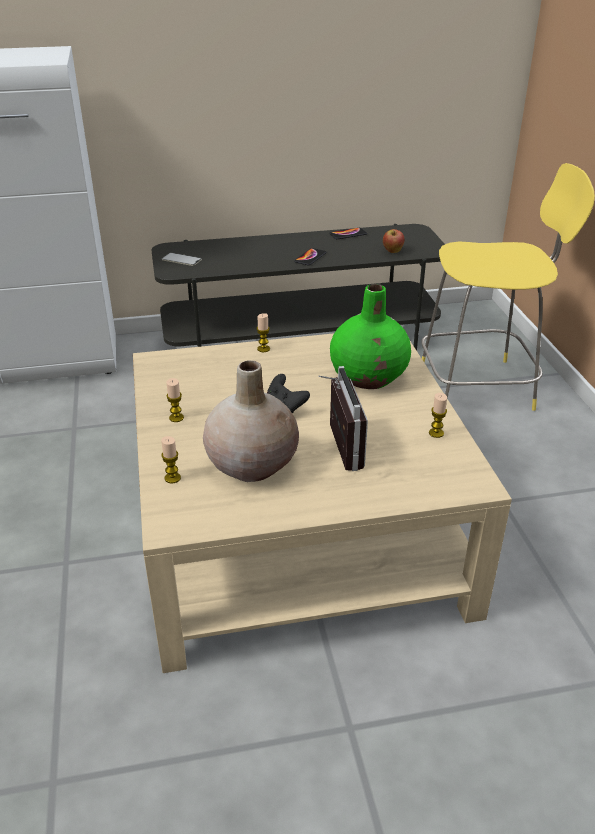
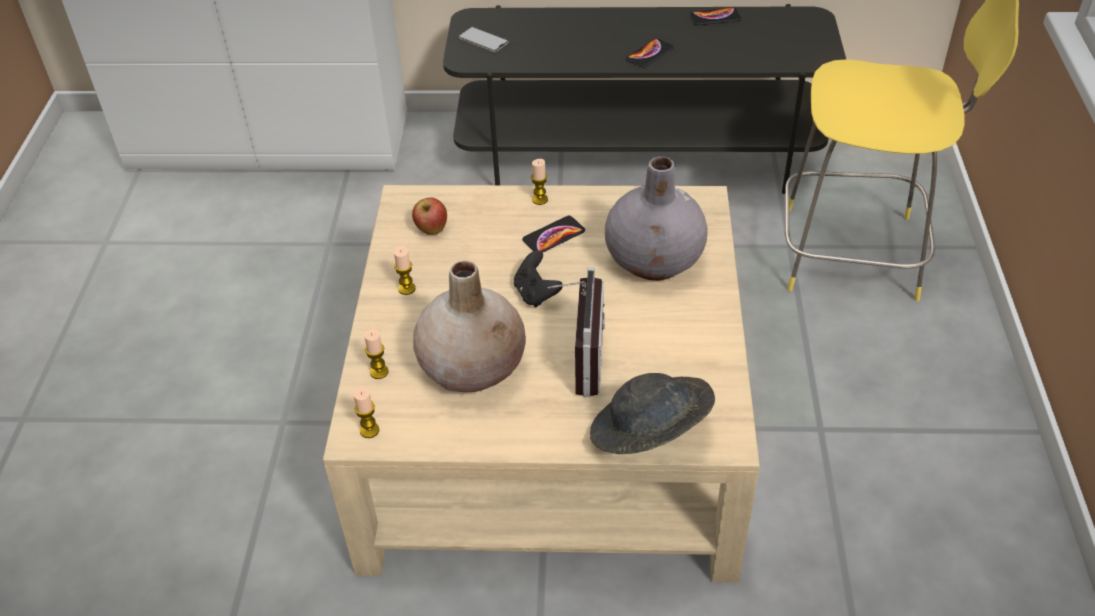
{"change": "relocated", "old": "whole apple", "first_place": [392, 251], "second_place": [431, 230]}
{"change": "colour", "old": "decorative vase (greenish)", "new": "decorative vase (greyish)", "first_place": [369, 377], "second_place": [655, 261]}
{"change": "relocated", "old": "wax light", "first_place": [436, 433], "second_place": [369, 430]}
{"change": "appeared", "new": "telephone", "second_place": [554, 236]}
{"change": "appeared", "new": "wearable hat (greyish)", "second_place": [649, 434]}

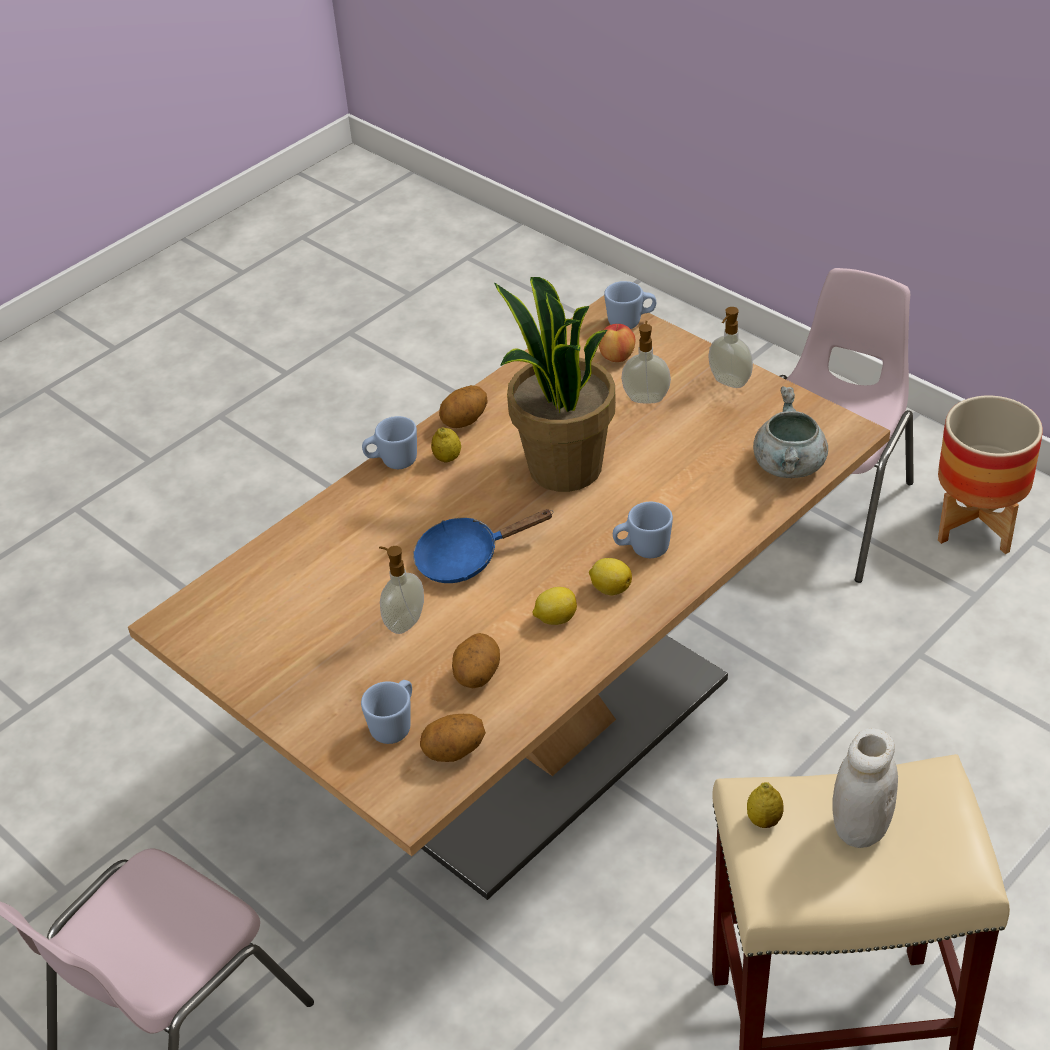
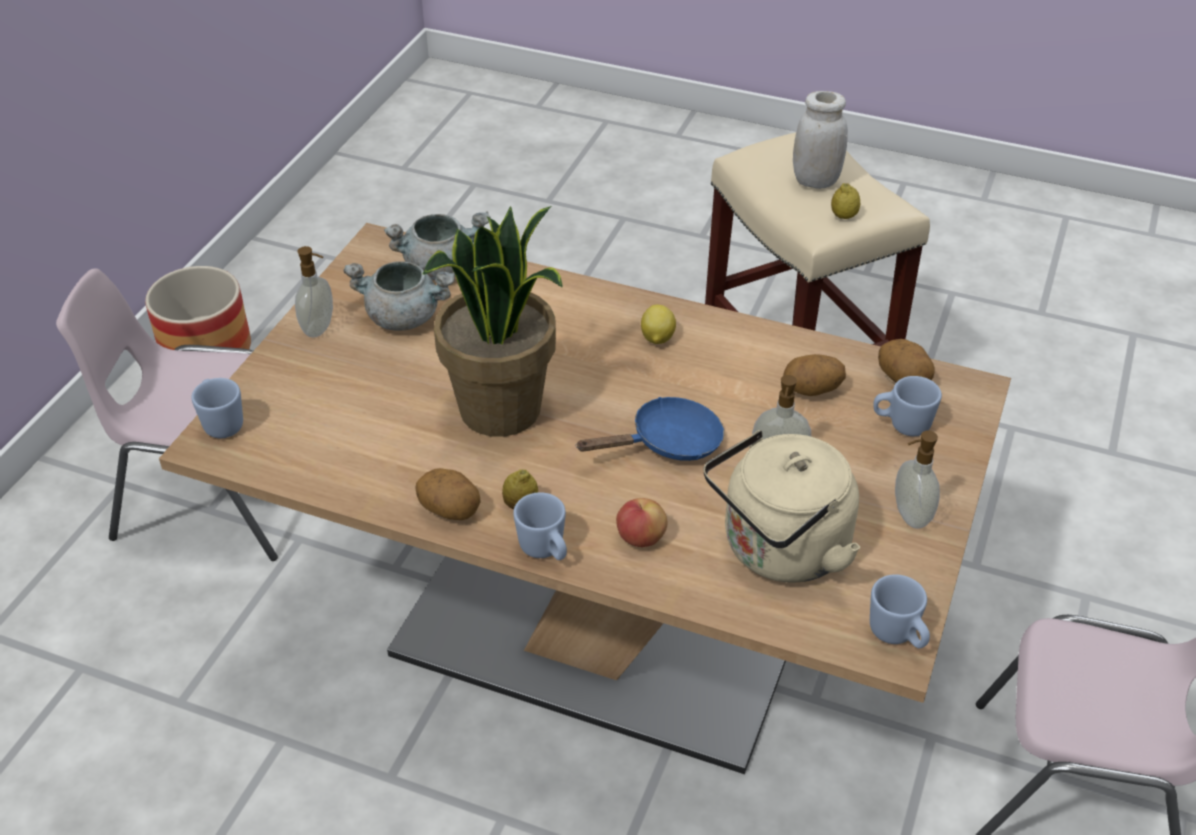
{"change": "relocated", "old": "soap dispenser", "first_place": [646, 398], "second_place": [909, 515]}
{"change": "relocated", "old": "whole apple", "first_place": [617, 357], "second_place": [640, 538]}
{"change": "relocated", "old": "mug (bluish)", "first_place": [642, 549], "second_place": [897, 636]}
{"change": "spun", "old": "frying pan (bluish)", "first_place": [466, 558], "second_place": [668, 443], "degrees": -75}
{"change": "missing", "old": "lemon", "first_place": [555, 618]}
{"change": "appeared", "new": "cooking pot (greyish)", "second_place": [405, 317]}
{"change": "appeared", "new": "tea kettle (sand-coloured)", "second_place": [779, 551]}

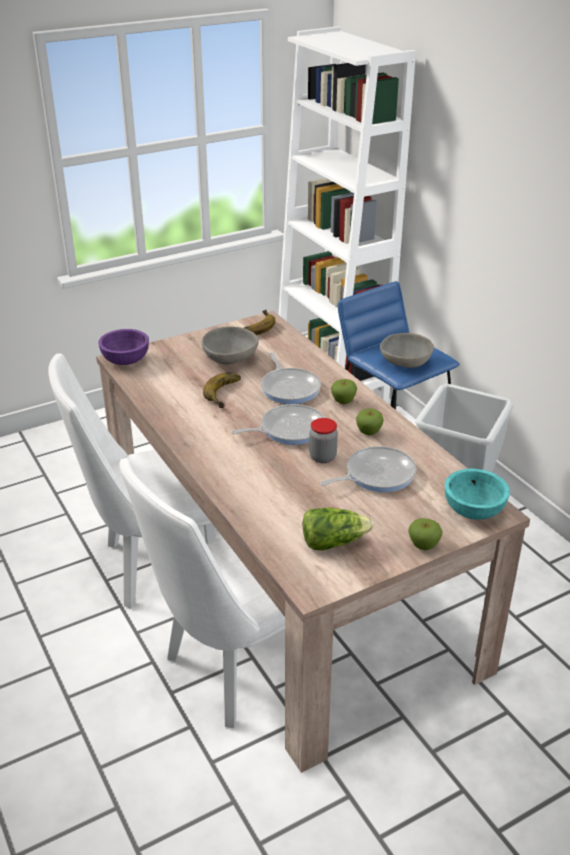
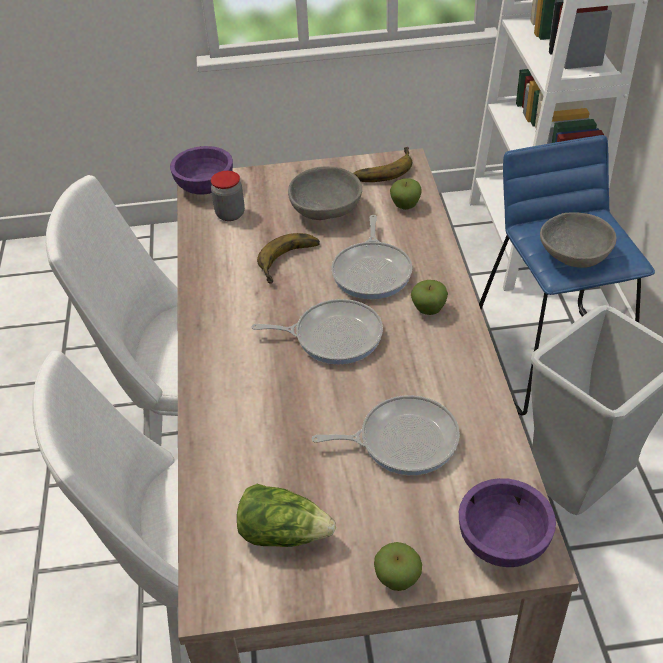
{"change": "relocated", "old": "whole apple", "first_place": [368, 432], "second_place": [405, 206]}
{"change": "relocated", "old": "preserve jar", "first_place": [322, 457], "second_place": [230, 214]}
{"change": "colour", "old": "bowl (turquoise)", "new": "bowl (purple-coloured)", "first_place": [473, 510], "second_place": [503, 541]}

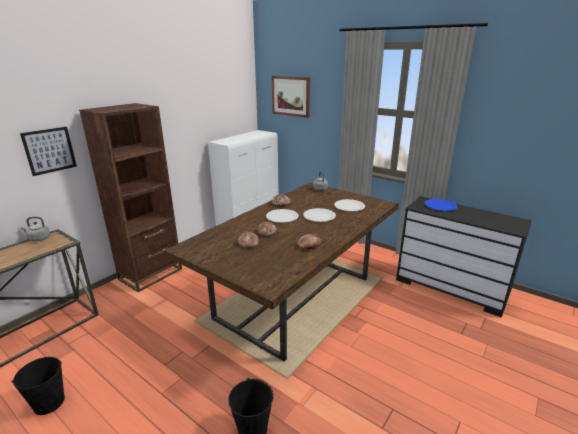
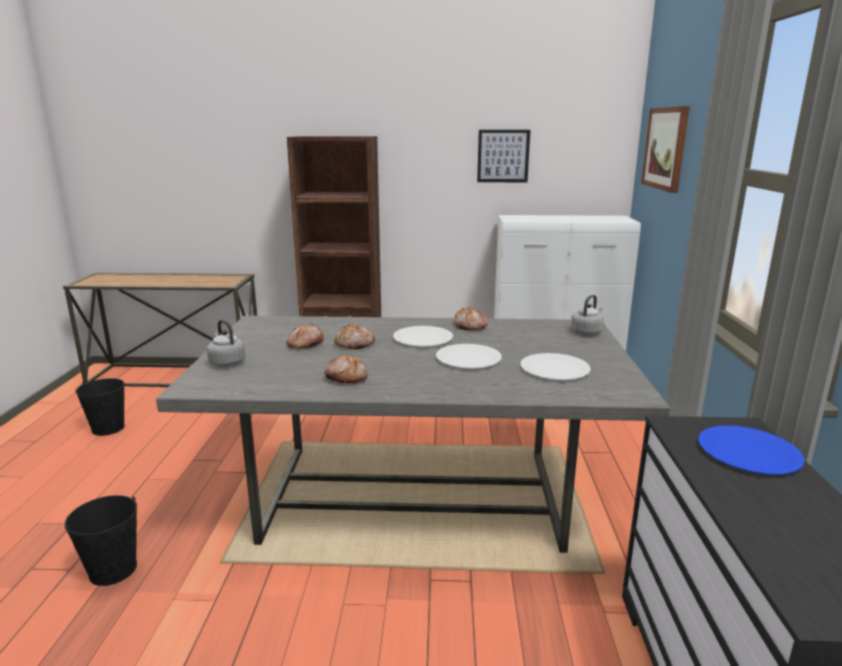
{"change": "relocated", "old": "wall picture", "first_place": [49, 150], "second_place": [503, 156]}
{"change": "colour", "old": "kitchen table (brownish)", "new": "kitchen table (greyish)", "first_place": [296, 297], "second_place": [417, 496]}
{"change": "relocated", "old": "tea kettle (greyish)", "first_place": [38, 238], "second_place": [226, 362]}

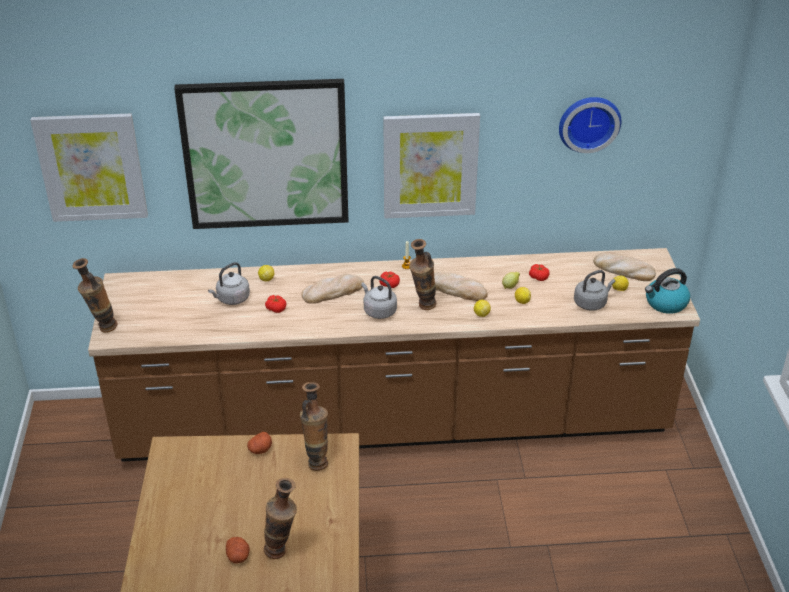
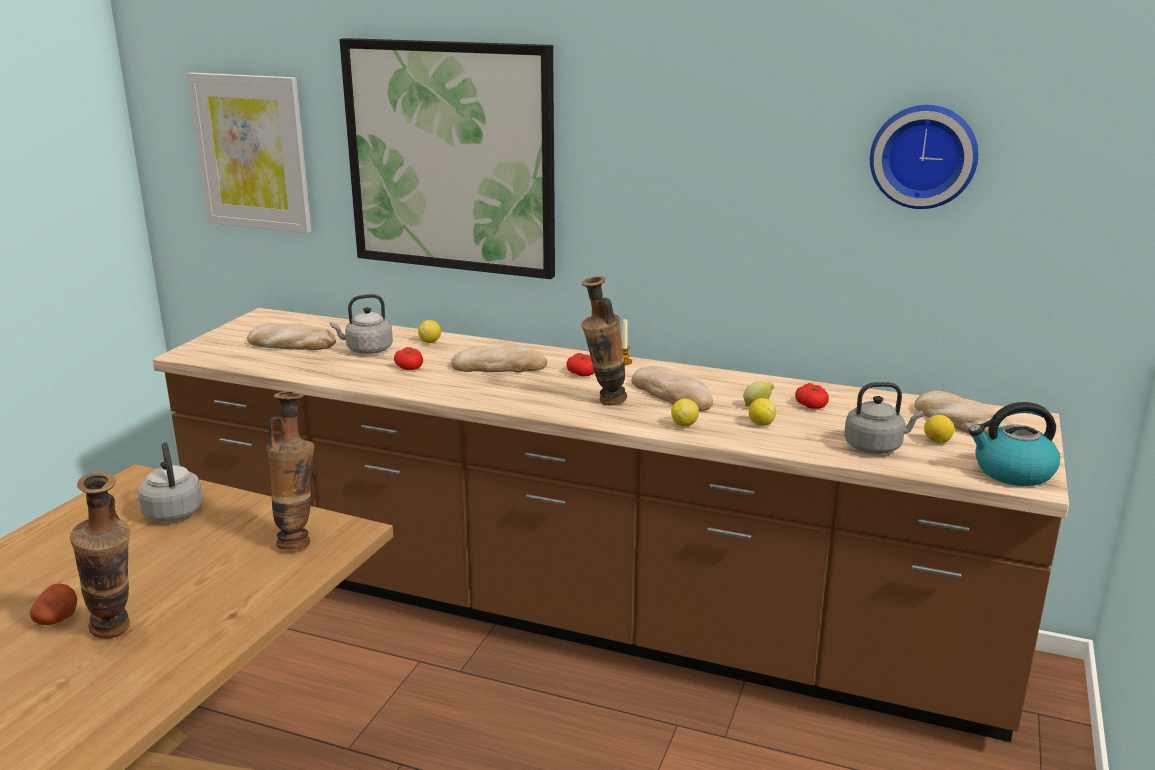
{"change": "missing", "old": "wall picture", "first_place": [430, 165]}
{"change": "missing", "old": "decorative vase", "first_place": [102, 329]}
{"change": "relocated", "old": "tea kettle (greyish)", "first_place": [378, 311], "second_place": [173, 511]}
{"change": "missing", "old": "whole potato", "first_place": [260, 449]}
{"change": "appeared", "new": "bread", "second_place": [291, 344]}

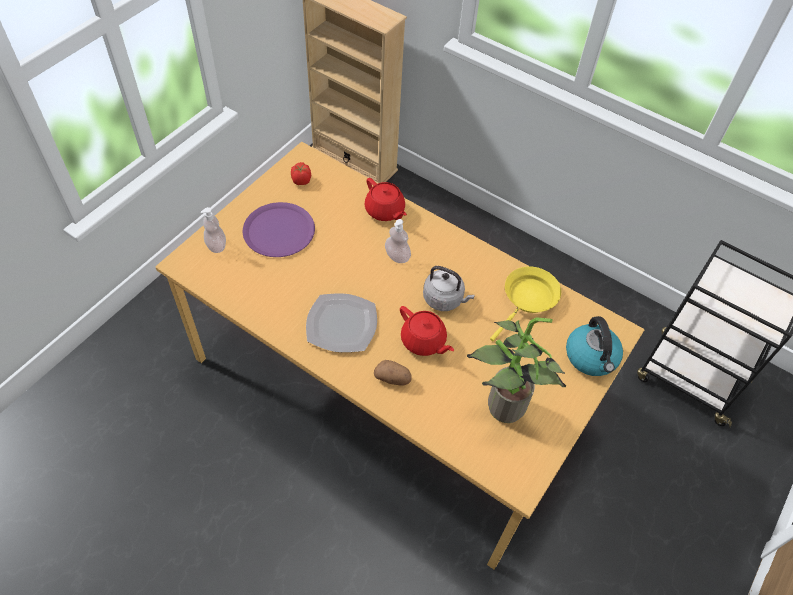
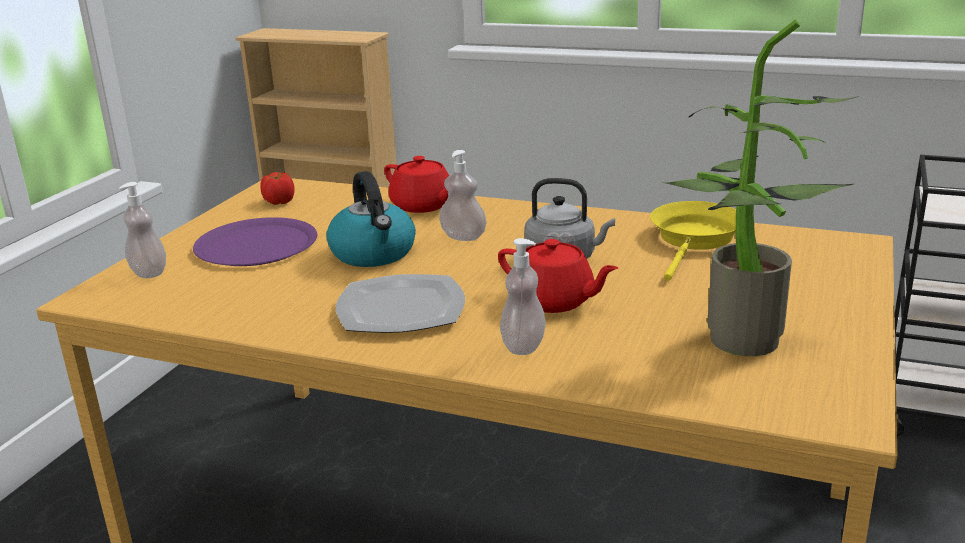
{"change": "relocated", "old": "tea kettle", "first_place": [591, 357], "second_place": [374, 254]}
{"change": "exchanged", "old": "whole potato", "new": "soap dispenser", "first_place": [393, 378], "second_place": [523, 346]}

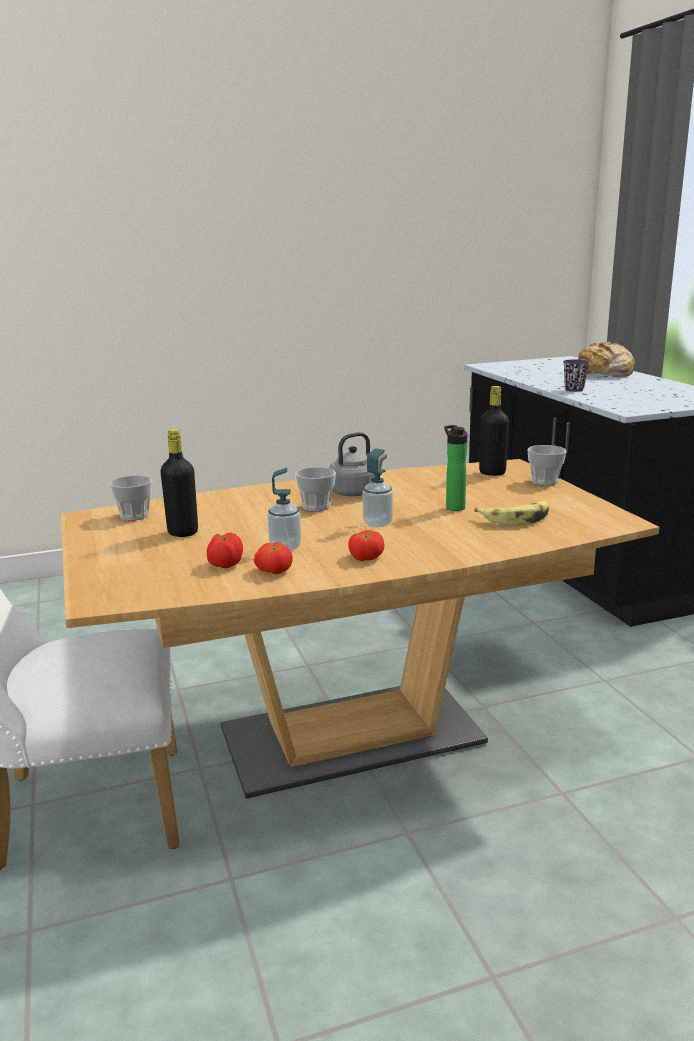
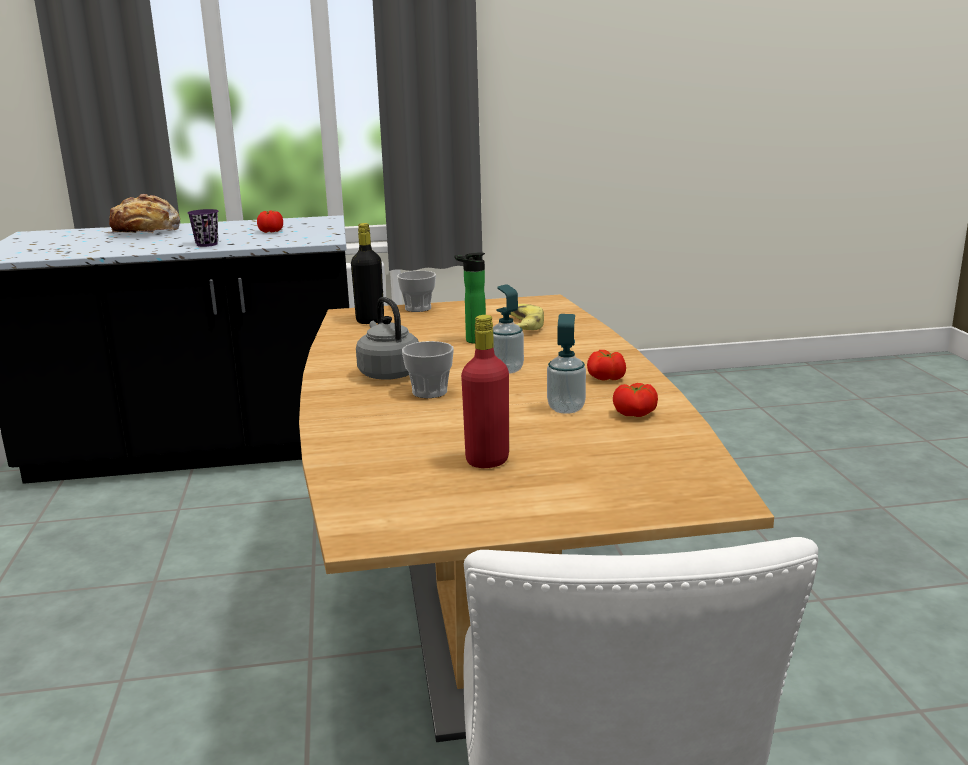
{"change": "colour", "old": "beverage bottle (black)", "new": "beverage bottle (reddish)", "first_place": [183, 532], "second_place": [487, 460]}
{"change": "missing", "old": "cup", "first_place": [134, 516]}
{"change": "relocated", "old": "fresh tomato", "first_place": [225, 565], "second_place": [271, 232]}

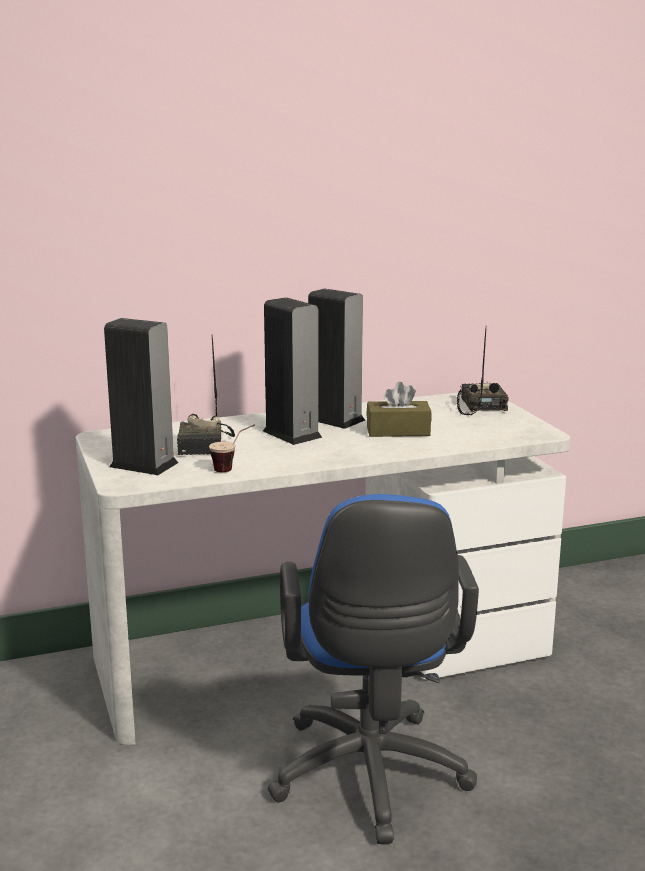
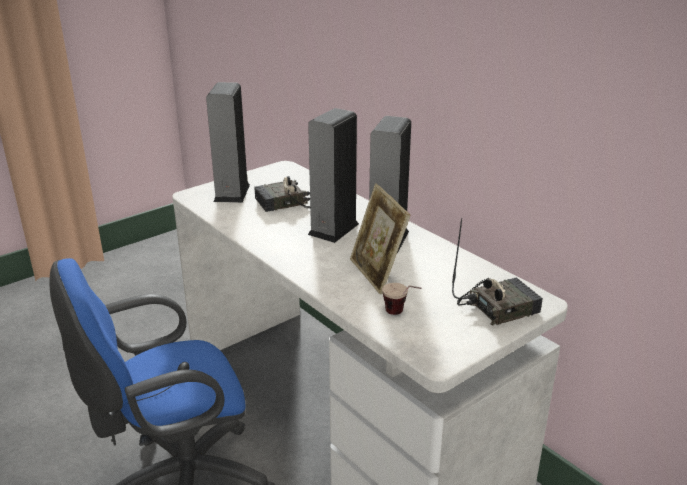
{"change": "exchanged", "old": "tissue box (brownish)", "new": "standing frame", "first_place": [398, 431], "second_place": [377, 274]}
{"change": "relocated", "old": "cup", "first_place": [233, 468], "second_place": [401, 315]}

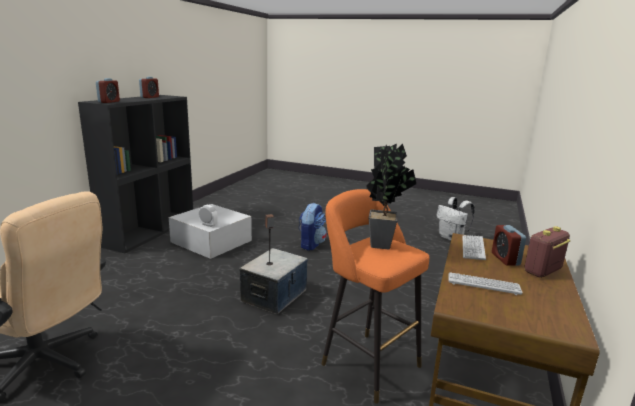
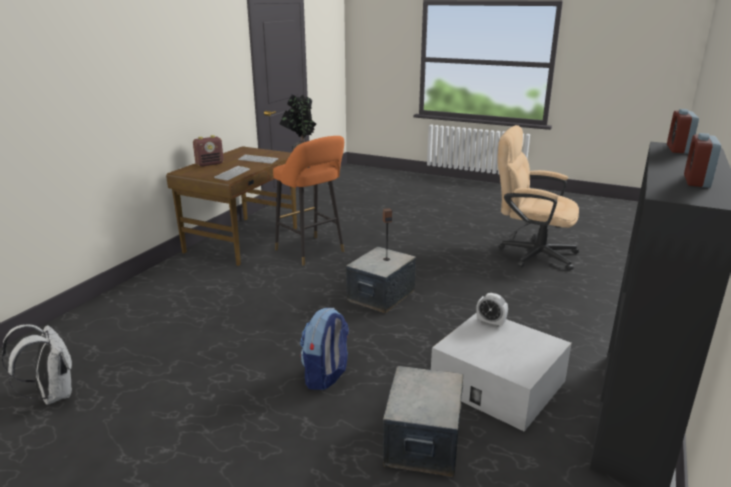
{"change": "missing", "old": "table clock", "first_place": [505, 259]}
{"change": "appeared", "new": "storage container", "second_place": [422, 441]}

